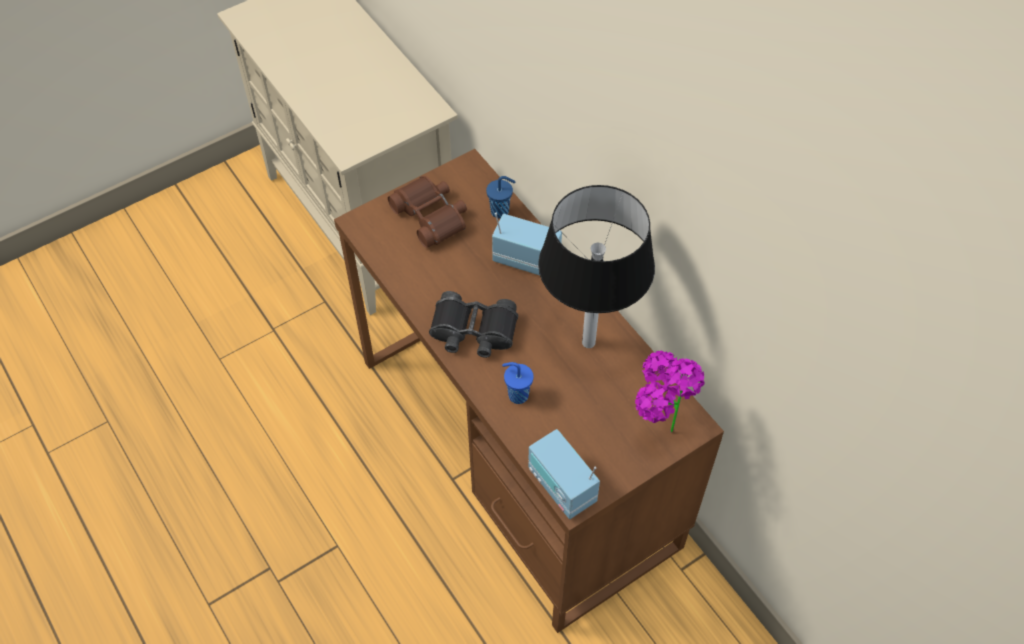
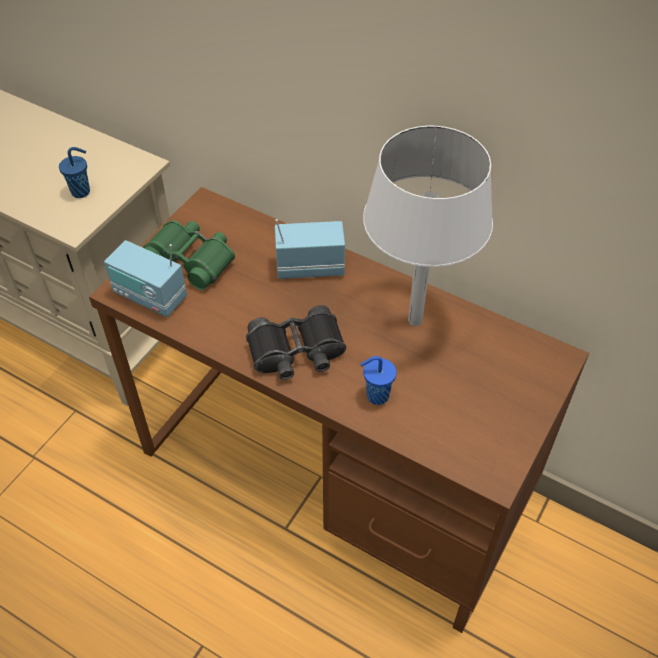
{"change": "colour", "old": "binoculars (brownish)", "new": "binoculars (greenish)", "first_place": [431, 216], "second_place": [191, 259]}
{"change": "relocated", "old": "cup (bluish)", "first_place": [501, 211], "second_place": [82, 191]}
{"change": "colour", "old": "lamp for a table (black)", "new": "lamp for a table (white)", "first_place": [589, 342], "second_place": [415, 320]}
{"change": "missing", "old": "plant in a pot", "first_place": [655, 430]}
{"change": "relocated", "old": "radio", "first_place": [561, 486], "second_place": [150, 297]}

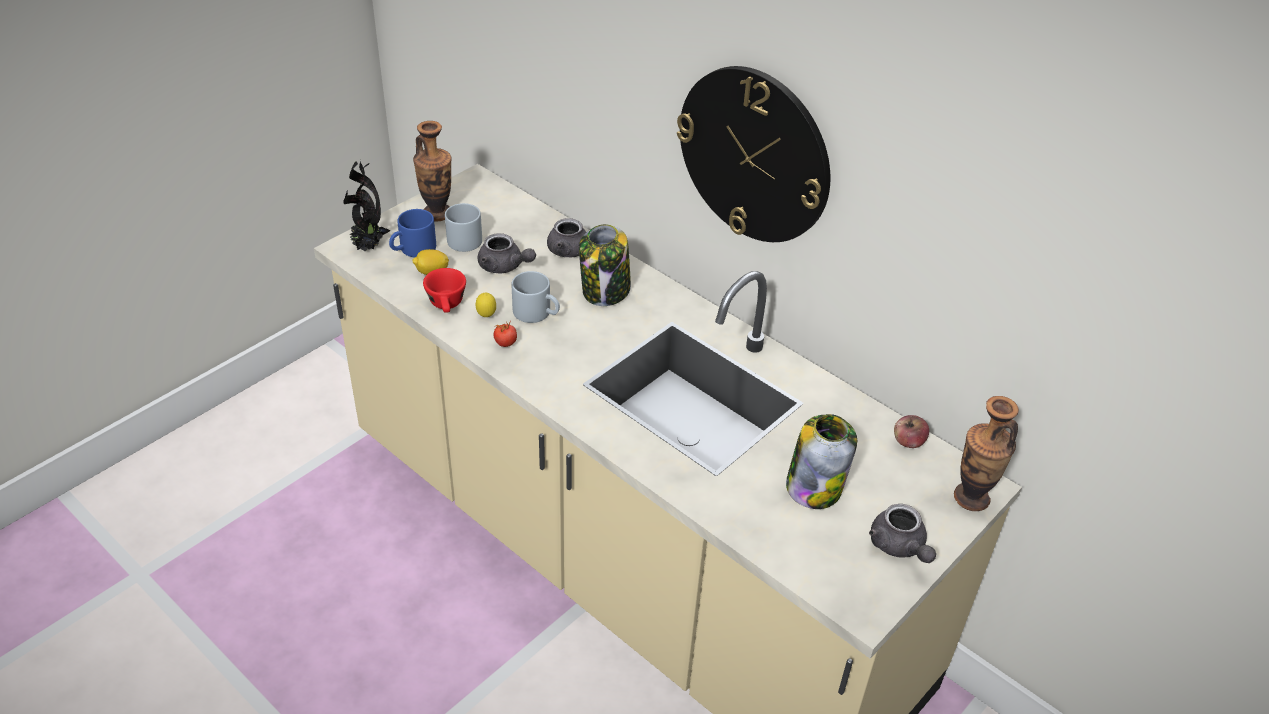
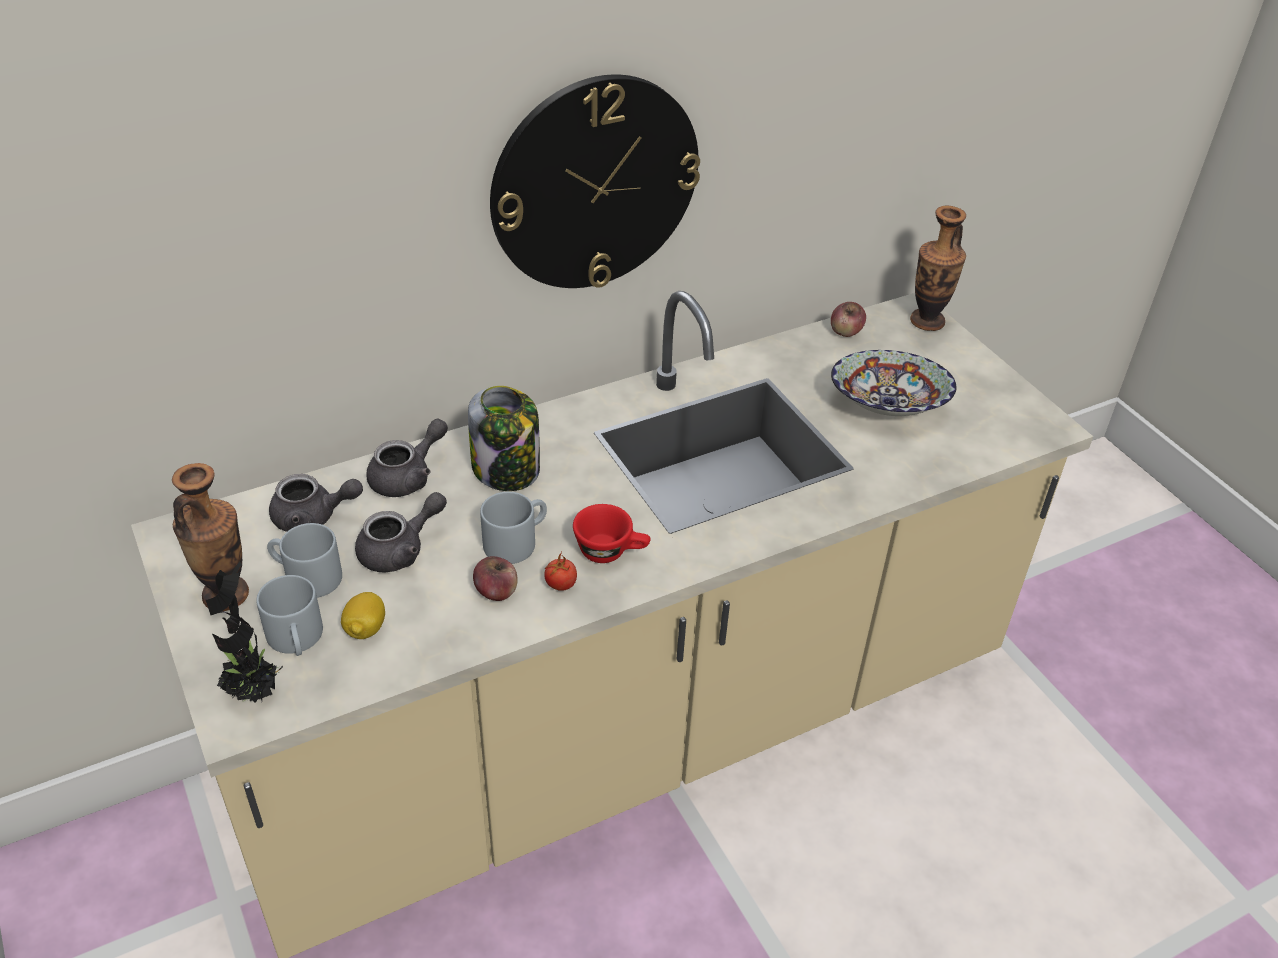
{"change": "colour", "old": "mug (bluish)", "new": "mug (greyish)", "first_place": [413, 250], "second_place": [297, 639]}
{"change": "relocated", "old": "cup (reddish)", "first_place": [447, 305], "second_place": [611, 551]}
{"change": "exchanged", "old": "lemon", "new": "whole apple", "first_place": [486, 316], "second_place": [496, 591]}
{"change": "exchanged", "old": "preserve jar", "new": "bowl", "first_place": [814, 486], "second_place": [887, 407]}
{"change": "relocated", "old": "teapot (greyish)", "first_place": [899, 547], "second_place": [313, 517]}

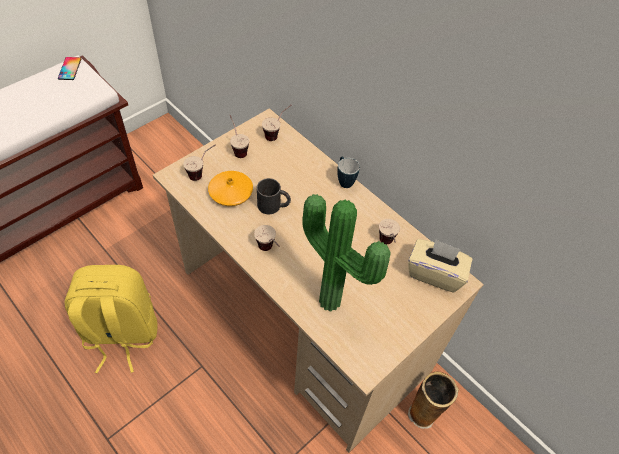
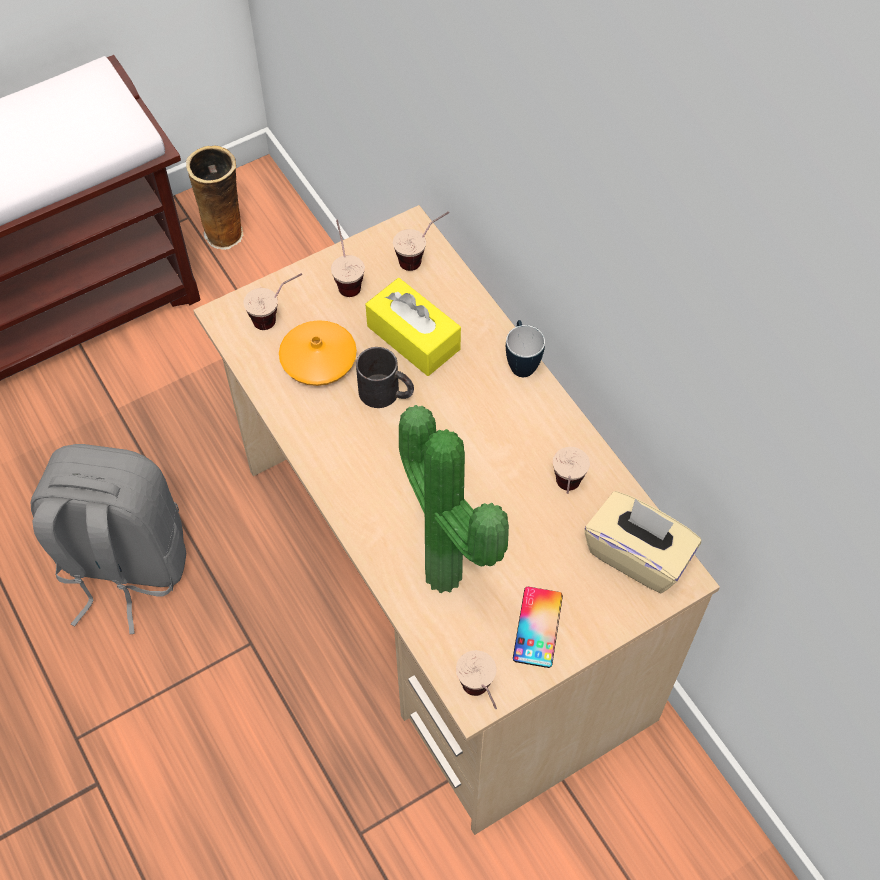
{"change": "relocated", "old": "telephone", "first_place": [69, 68], "second_place": [537, 627]}
{"change": "relocated", "old": "cup", "first_place": [269, 251], "second_place": [481, 698]}
{"change": "colour", "old": "knapsack (yellow-coloured)", "new": "knapsack (greyish)", "first_place": [120, 334], "second_place": [122, 566]}
{"change": "relocated", "old": "decorative vase", "first_place": [423, 414], "second_place": [226, 234]}
{"change": "appeared", "new": "tissue box (yellow-coloured)", "second_place": [413, 337]}

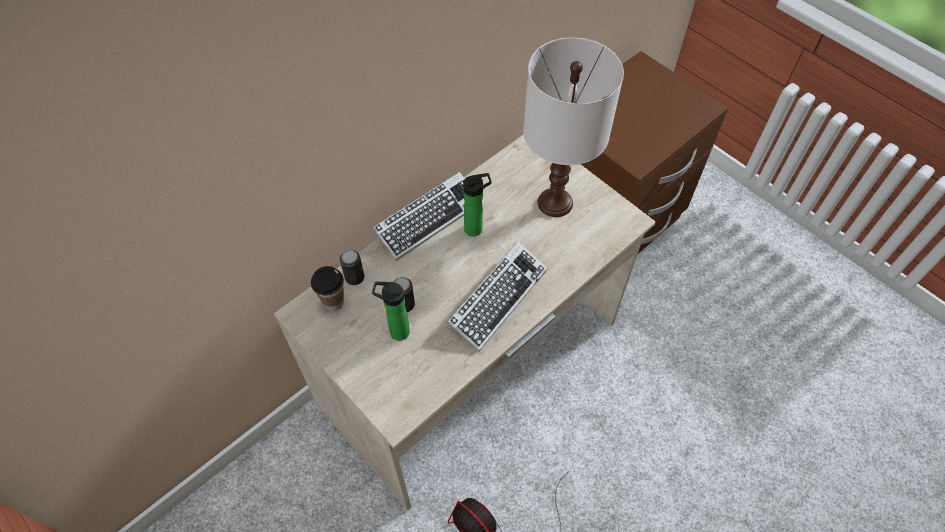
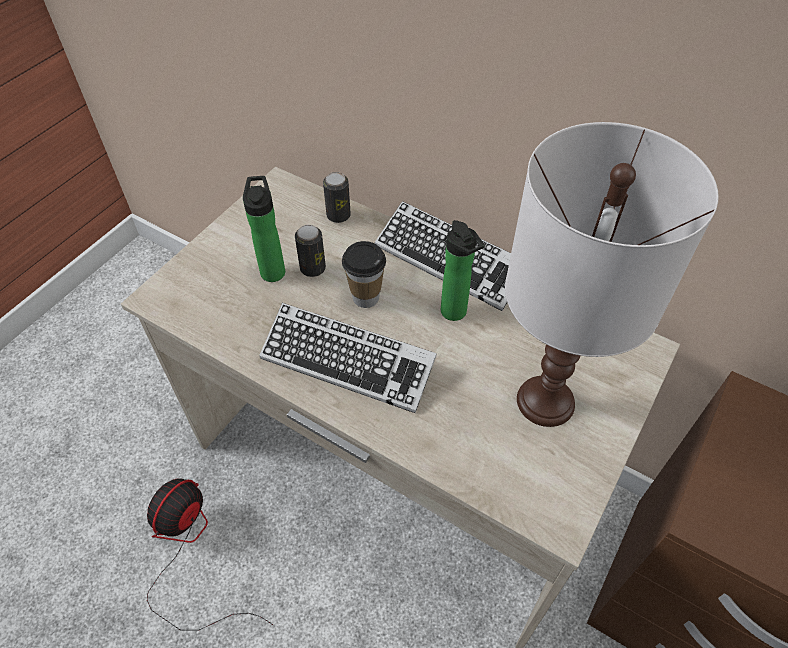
{"change": "relocated", "old": "cup", "first_place": [334, 302], "second_place": [365, 297]}

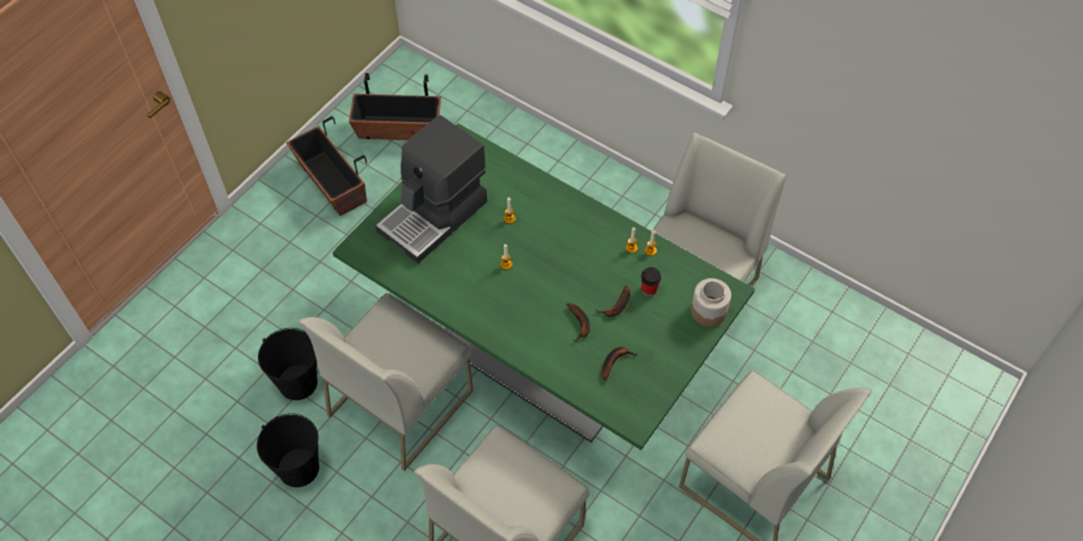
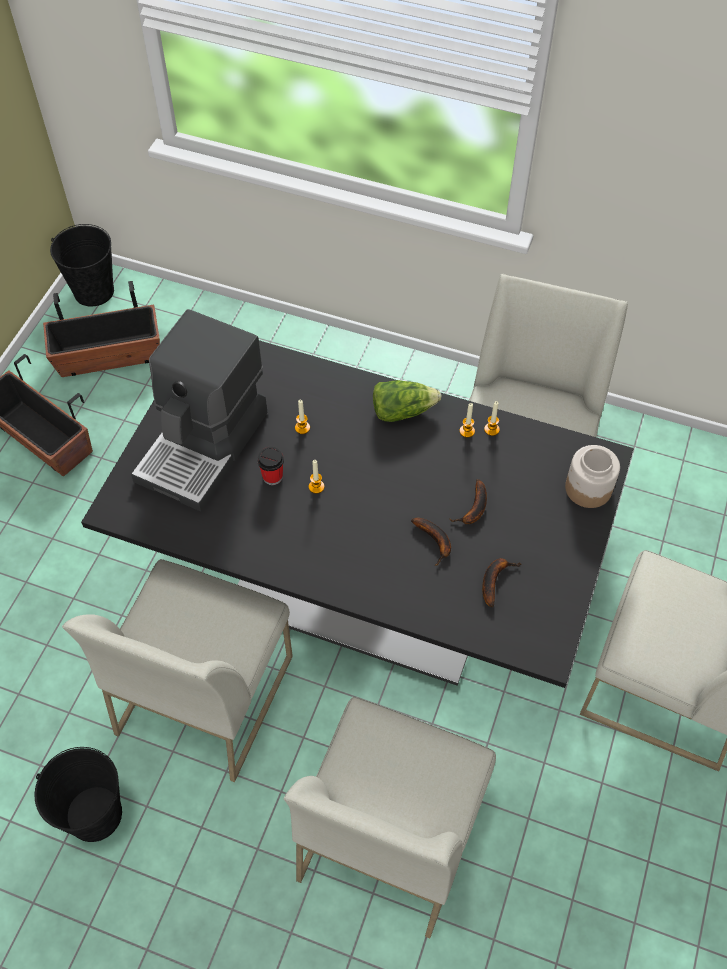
{"change": "colour", "old": "kitchen table (greenish)", "new": "kitchen table (black)", "first_place": [541, 354], "second_place": [363, 590]}
{"change": "relocated", "old": "cup", "first_place": [649, 289], "second_place": [272, 476]}
{"change": "relocated", "old": "water bucket (black)", "first_place": [298, 383], "second_place": [94, 291]}
{"change": "appeared", "new": "head of lettuce", "second_place": [402, 410]}

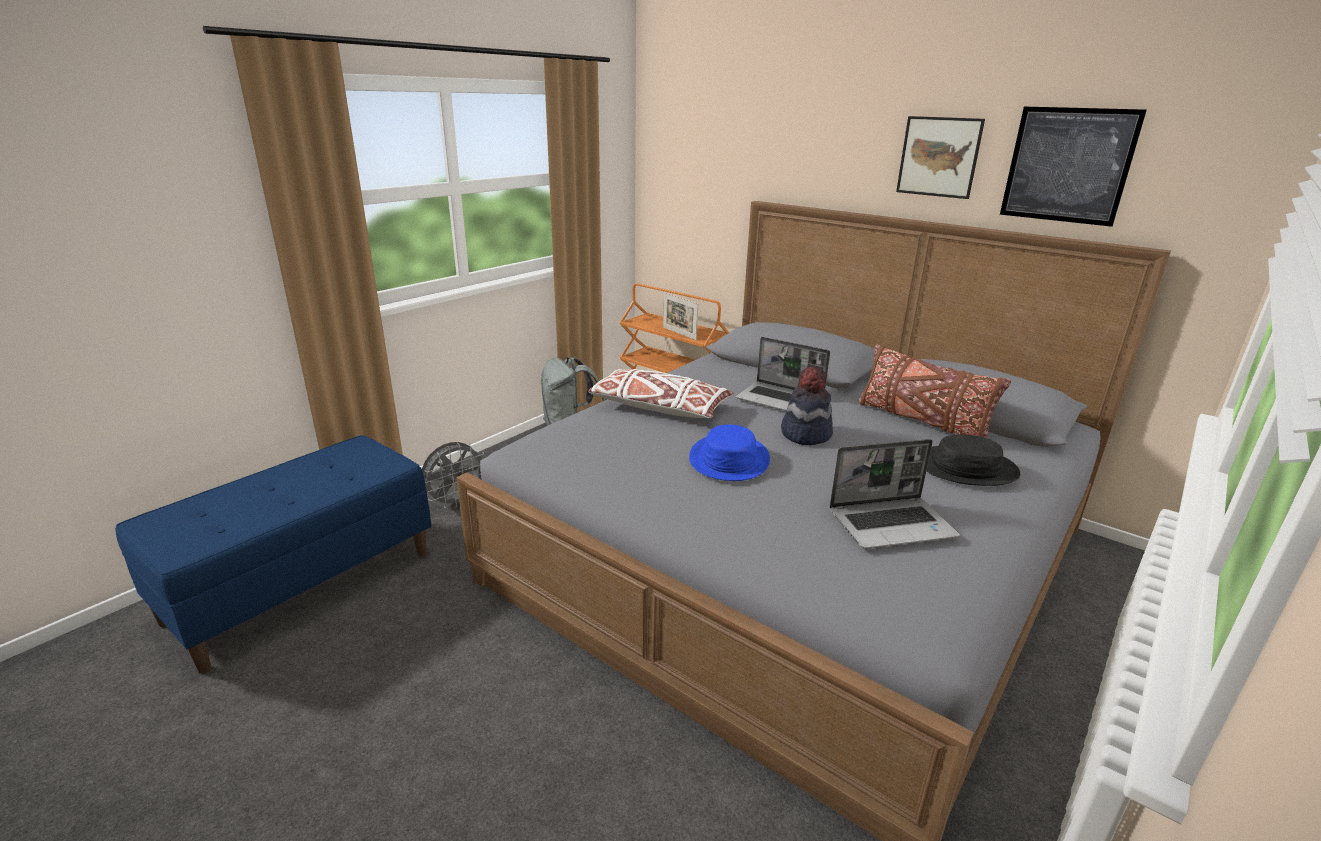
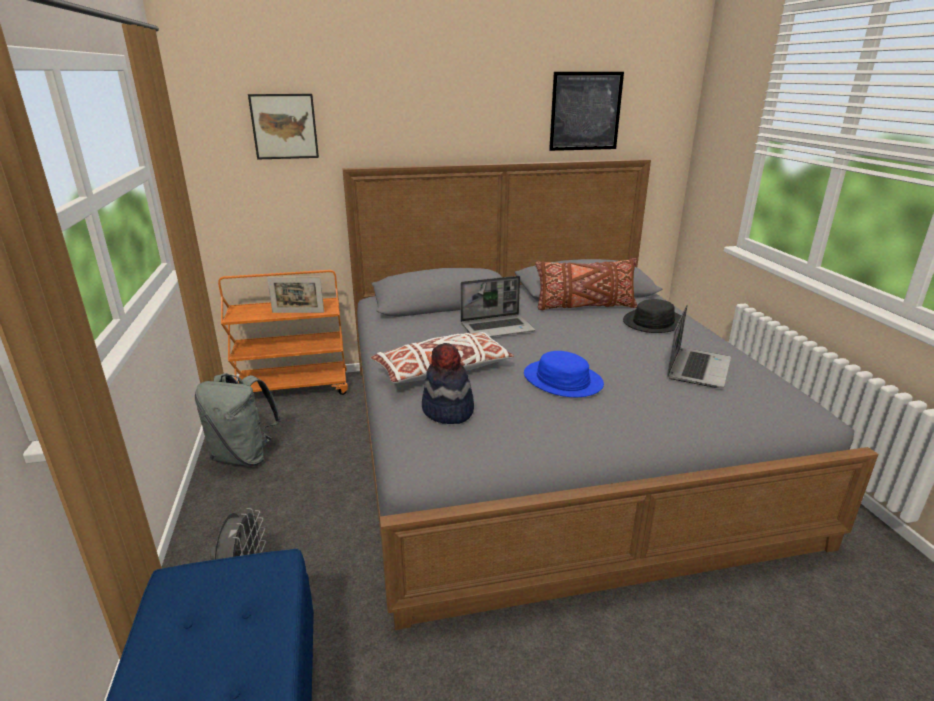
{"change": "relocated", "old": "wall picture", "first_place": [939, 157], "second_place": [284, 126]}
{"change": "relocated", "old": "wearable hat", "first_place": [805, 434], "second_place": [447, 411]}

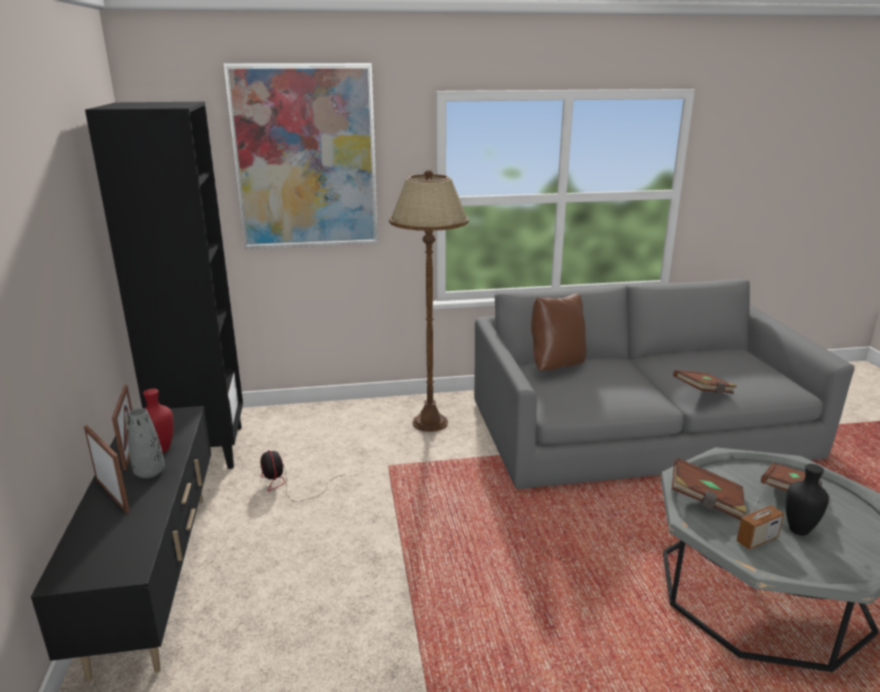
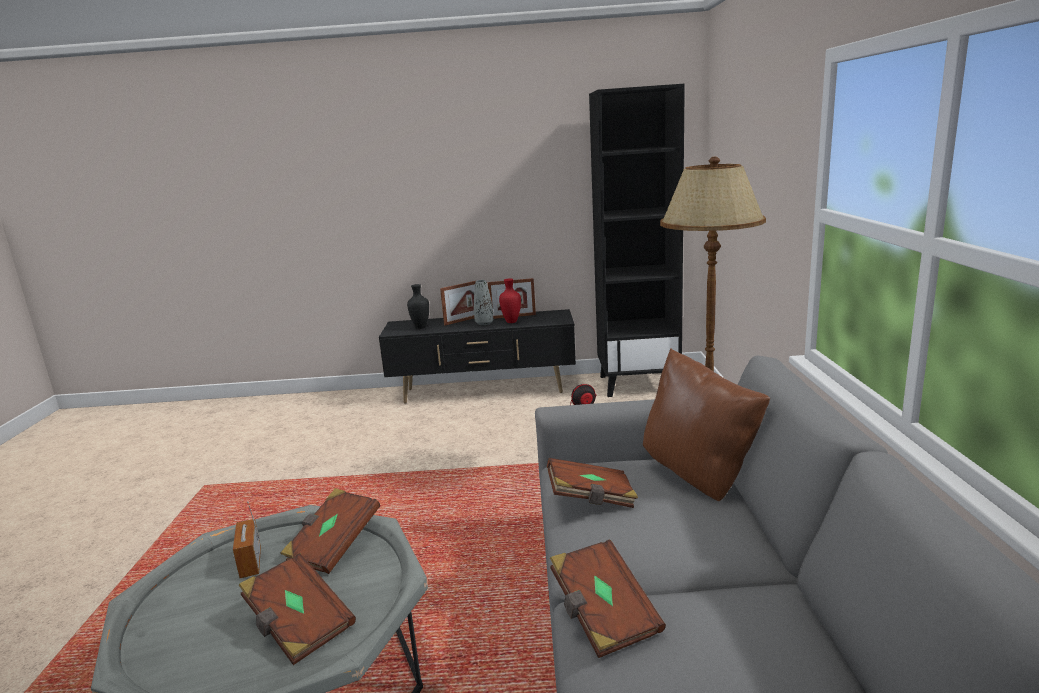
{"change": "missing", "old": "wall picture", "first_place": [306, 158]}
{"change": "relocated", "old": "decorative vase (black)", "first_place": [797, 530], "second_place": [421, 327]}
{"change": "appeared", "new": "book (brownish)", "second_place": [591, 499]}

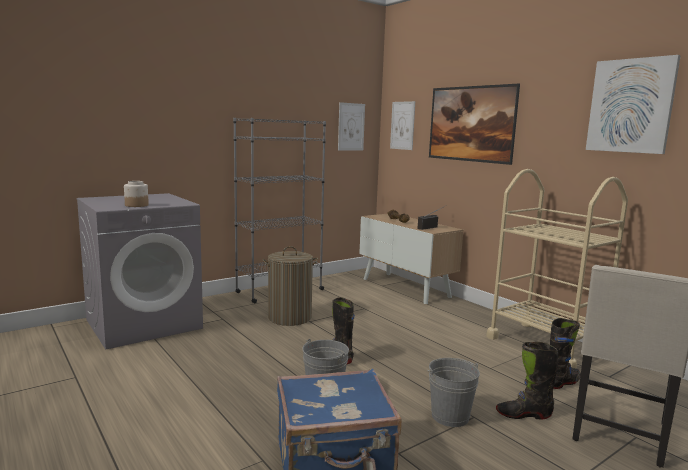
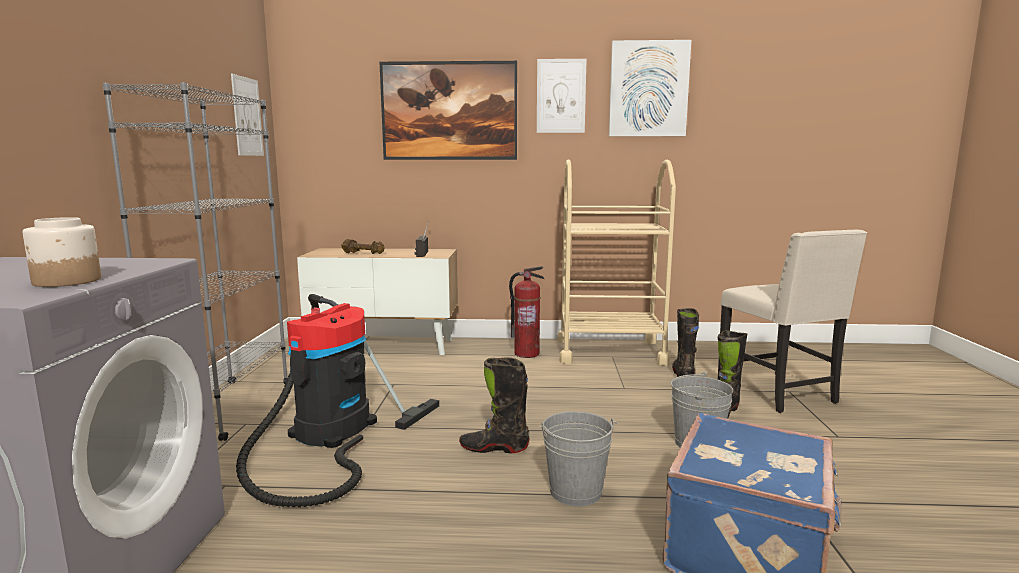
{"change": "relocated", "old": "wall picture", "first_place": [402, 125], "second_place": [561, 96]}
{"change": "exchanged", "old": "laundry basket", "new": "vacuum cleaner", "first_place": [290, 317], "second_place": [329, 434]}
{"change": "appeared", "new": "fire extinguisher", "second_place": [526, 354]}

